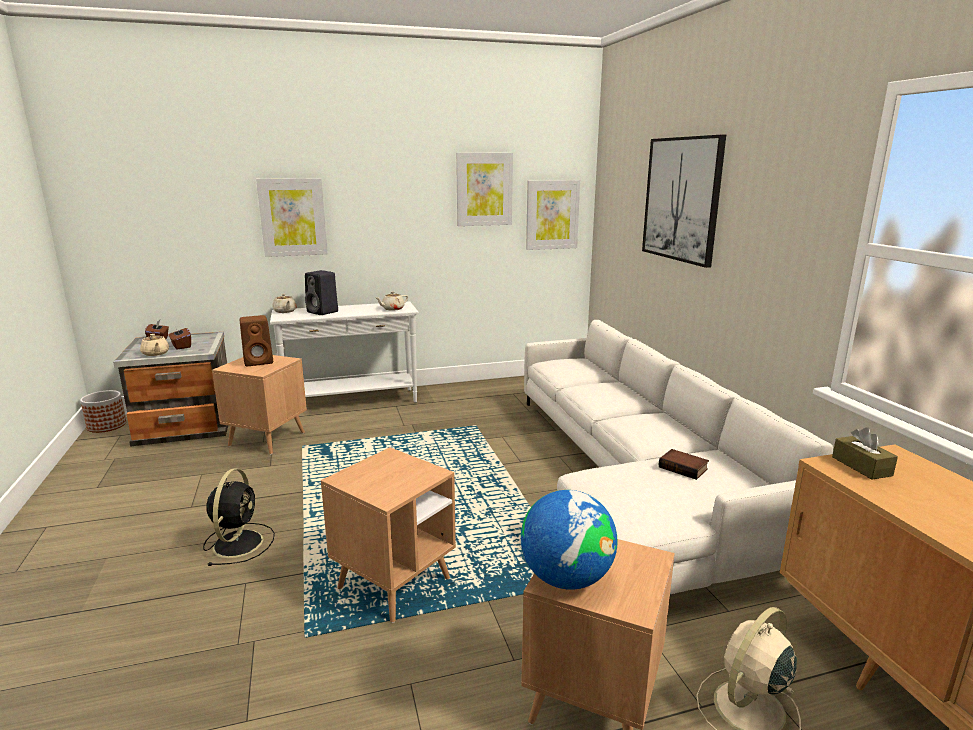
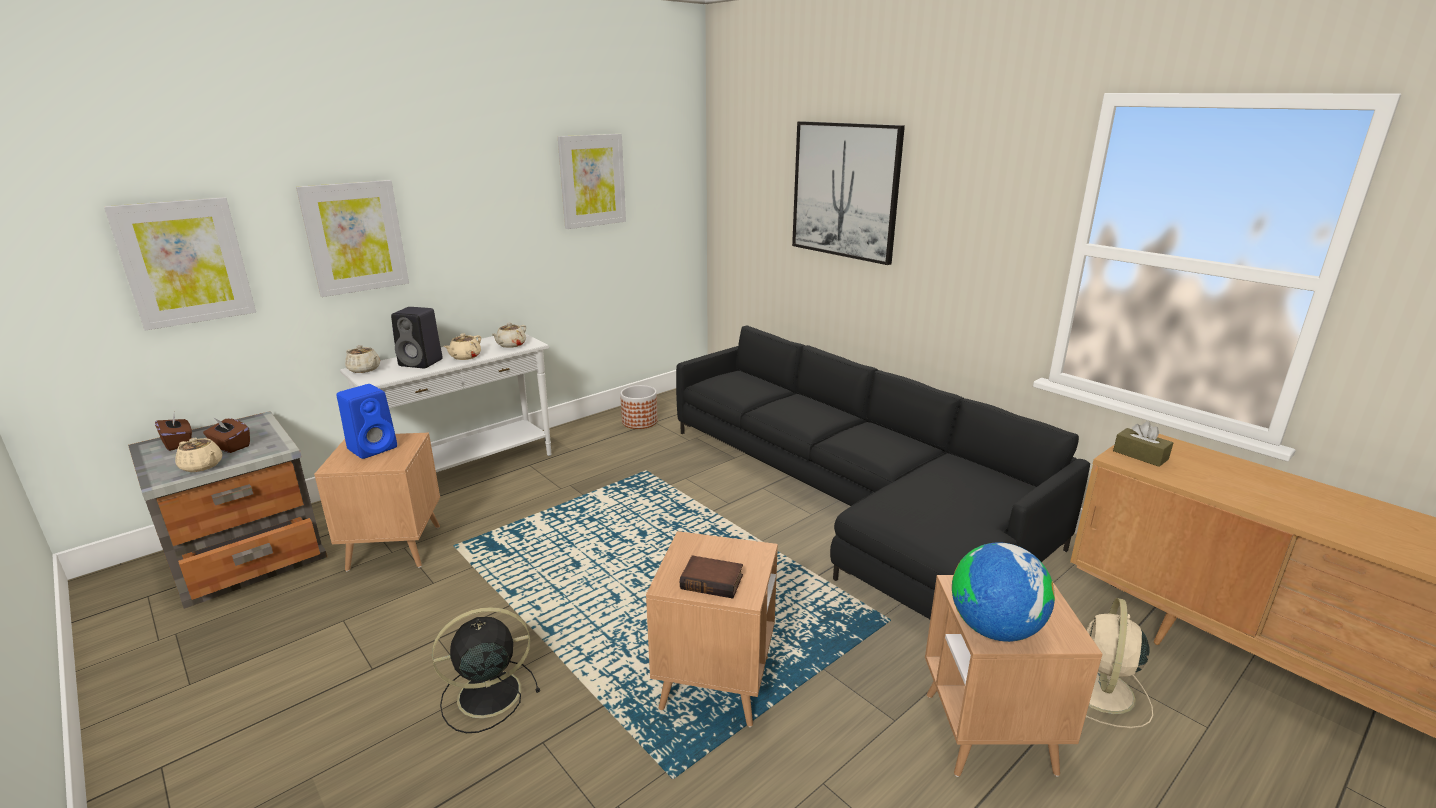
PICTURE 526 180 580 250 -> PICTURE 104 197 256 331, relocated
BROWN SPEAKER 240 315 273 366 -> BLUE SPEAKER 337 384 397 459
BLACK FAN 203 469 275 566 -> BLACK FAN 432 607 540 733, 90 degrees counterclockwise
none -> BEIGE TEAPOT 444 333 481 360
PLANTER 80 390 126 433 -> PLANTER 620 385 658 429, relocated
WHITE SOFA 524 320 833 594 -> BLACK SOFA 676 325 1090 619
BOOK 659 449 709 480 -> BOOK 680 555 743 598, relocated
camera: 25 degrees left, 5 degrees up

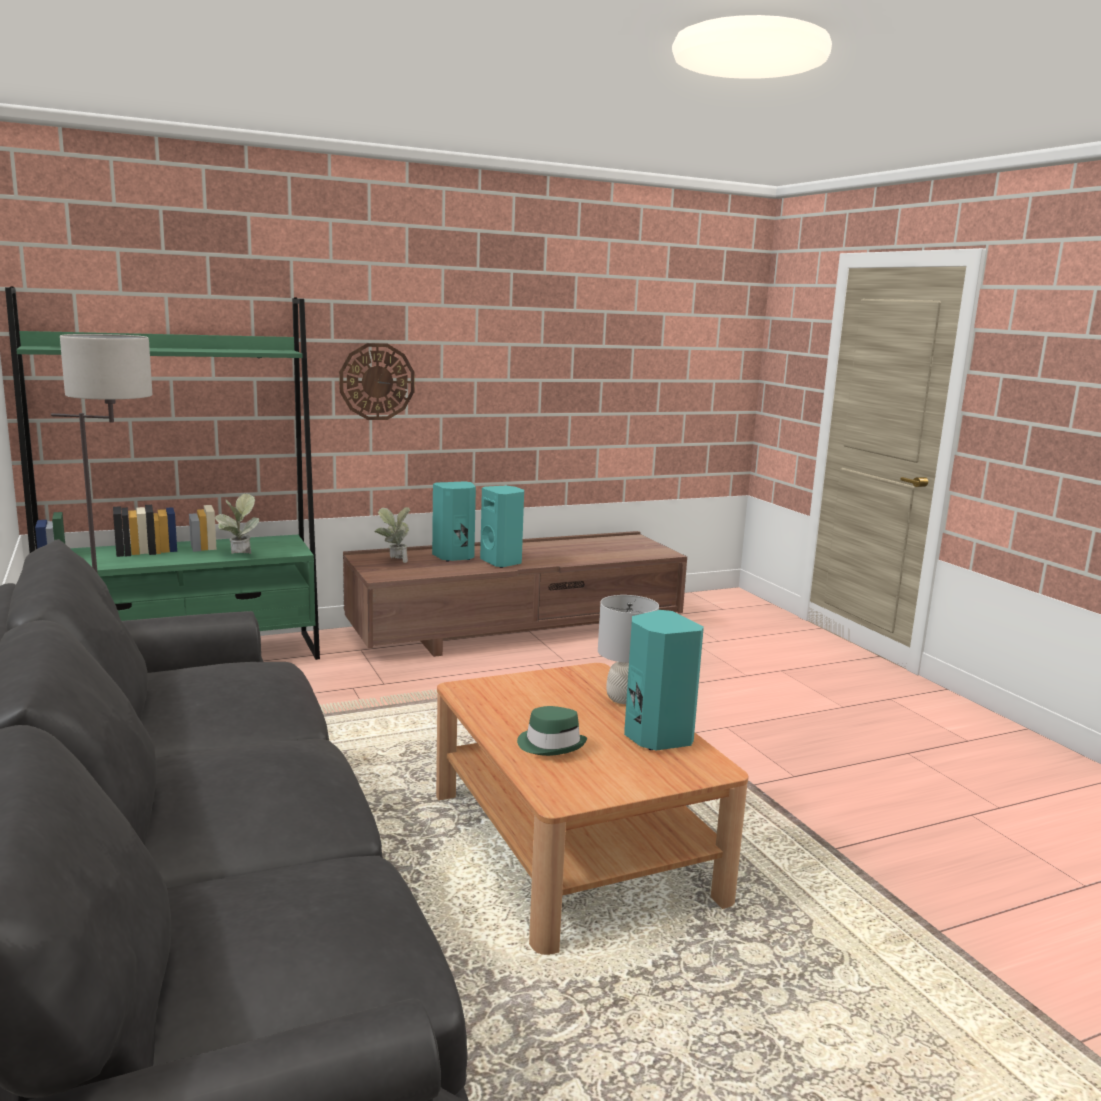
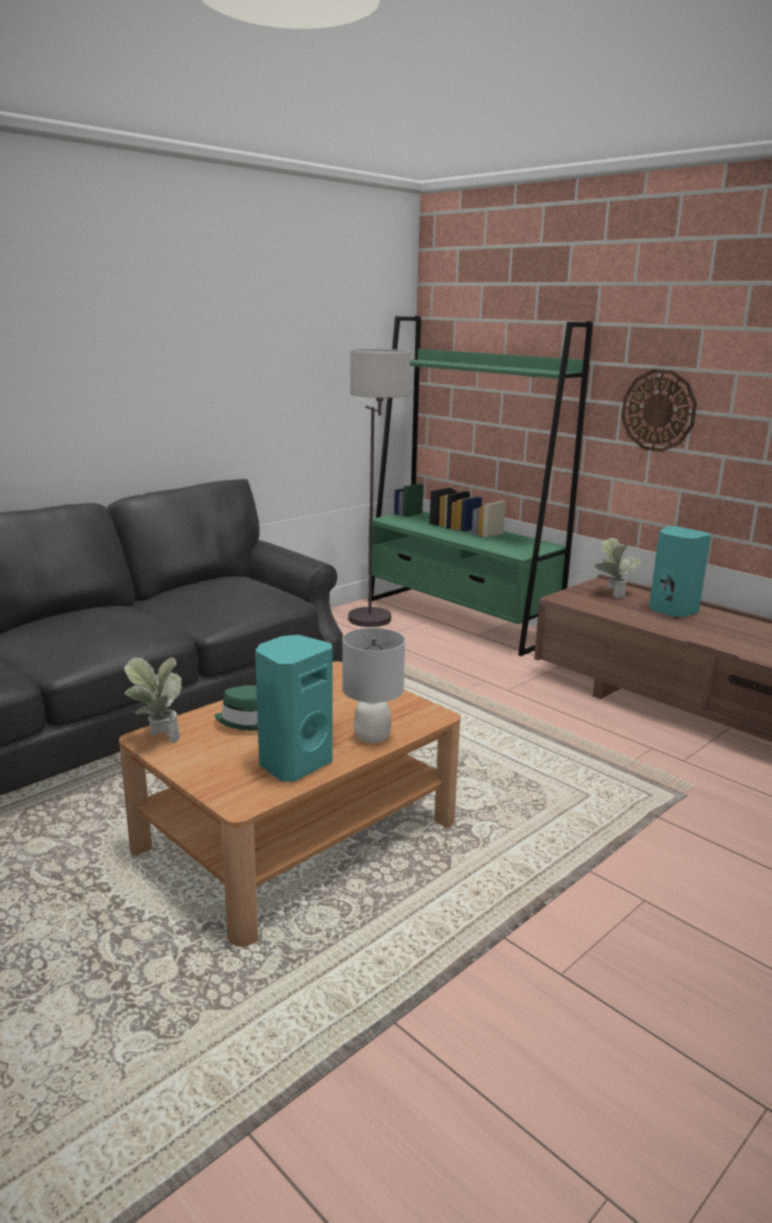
POTTED PLANT 215 494 259 554 -> POTTED PLANT 124 657 182 743, relocated
TURQUOISE SPEAKER 480 486 524 568 -> none
camera: 70 degrees right, 5 degrees up

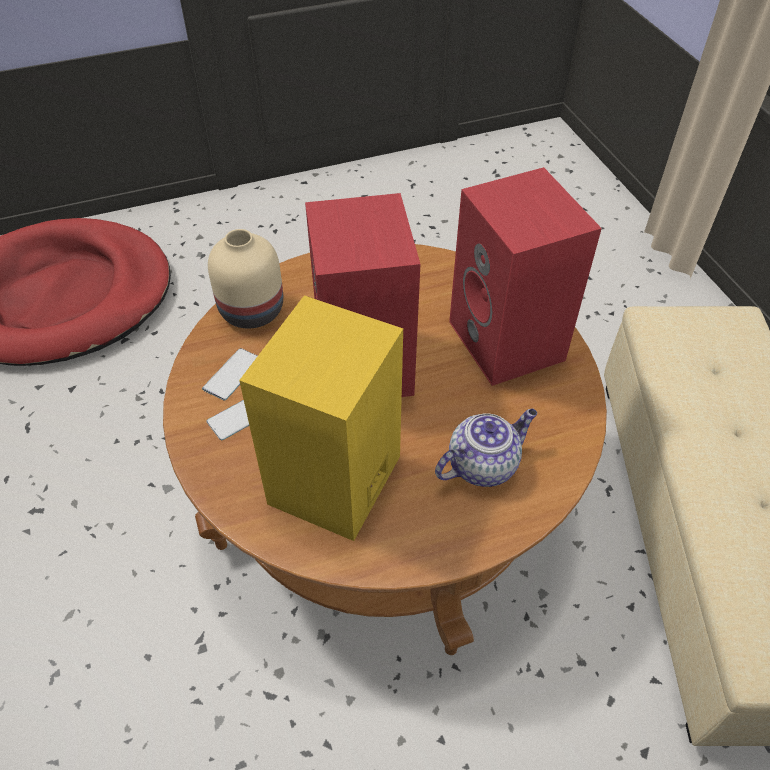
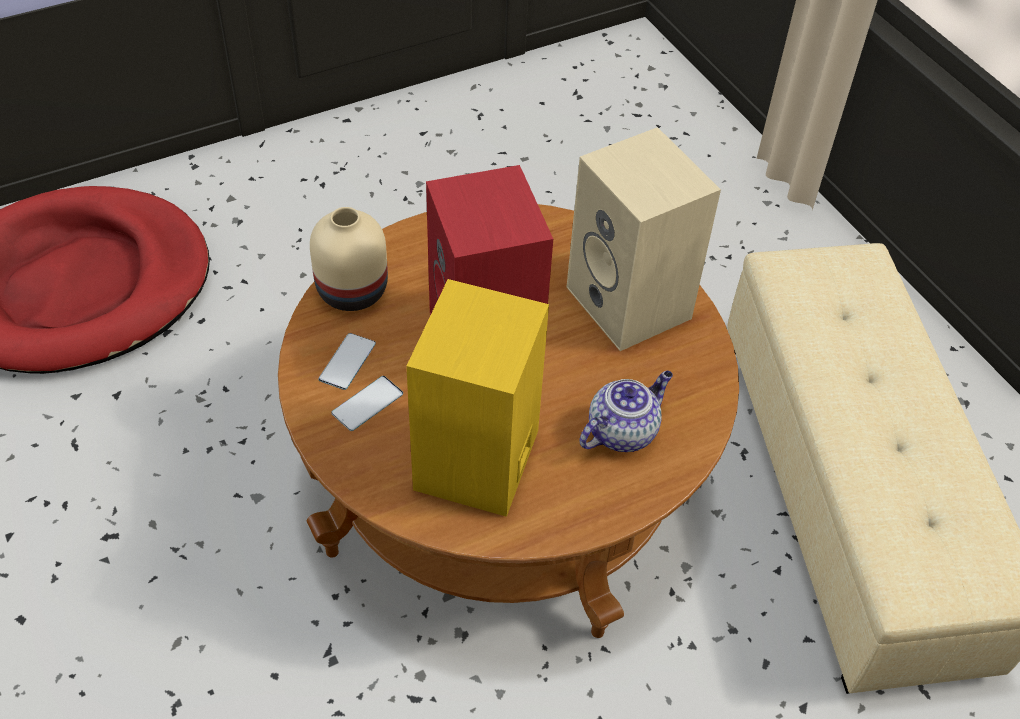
RED SPEAKER 449 167 602 386 -> BEIGE SPEAKER 567 127 721 351
camera: 10 degrees left, 0 degrees up

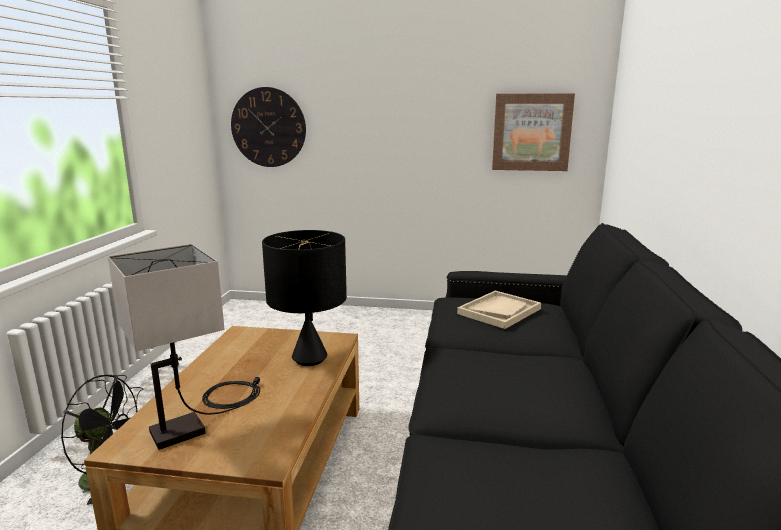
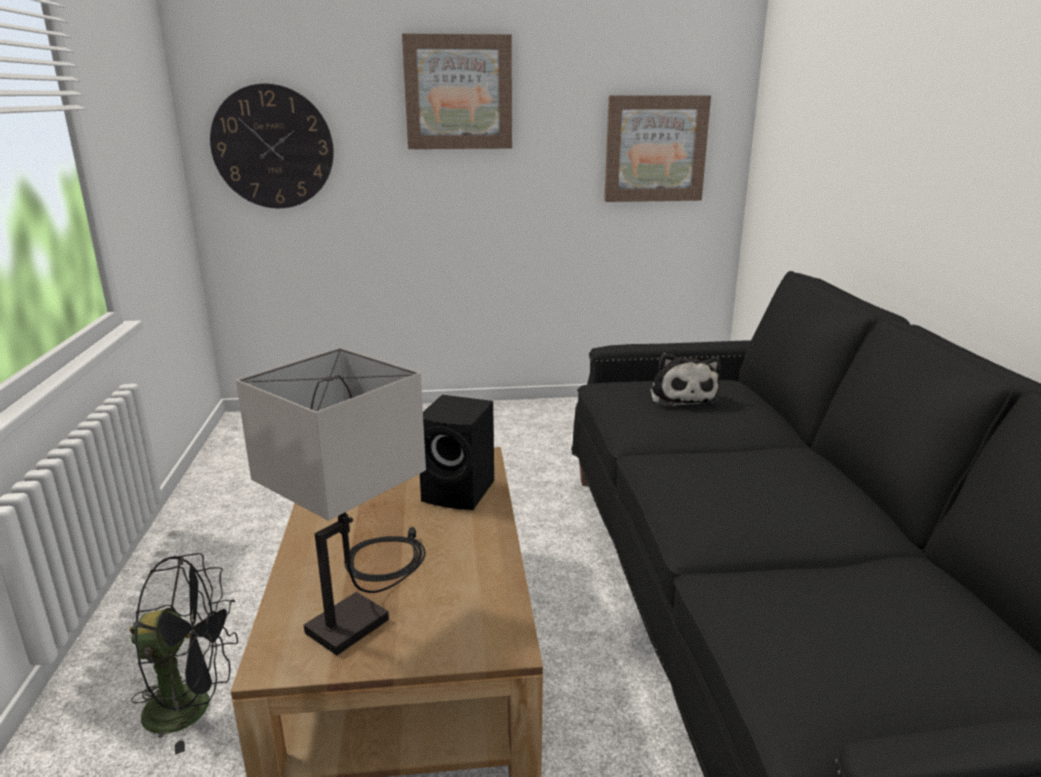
none -> PICTURE 402 34 512 149
BLACK TABLE LAMP 262 230 347 366 -> BLACK SPEAKER 420 395 494 510
BEIGE TRAY 457 291 541 329 -> PLUSH TOY 649 353 721 407
camera: 15 degrees left, 5 degrees up

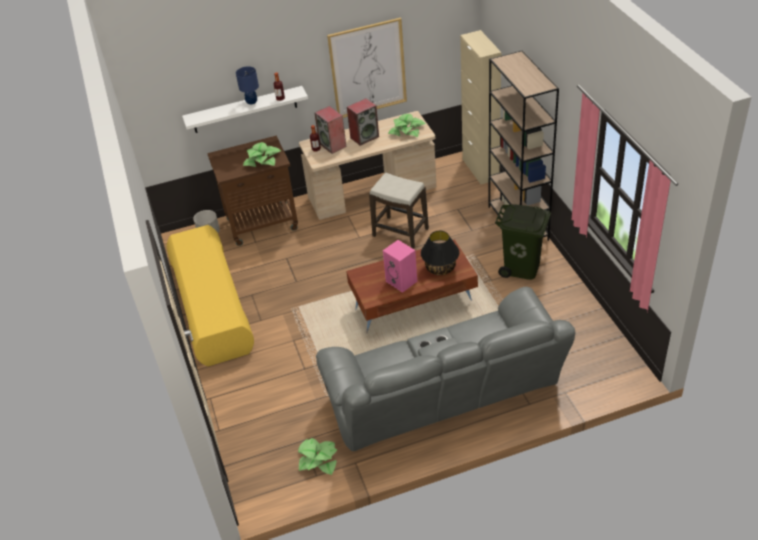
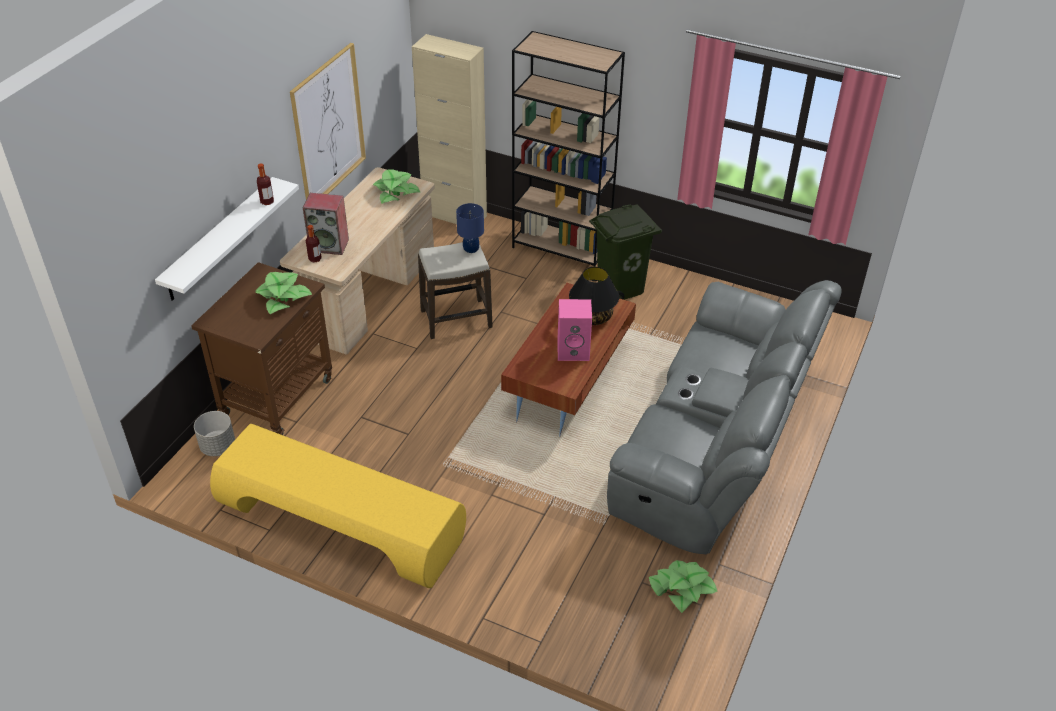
BLUE TABLE LAMP 236 67 259 104 -> BLUE TABLE LAMP 456 203 484 253, relocated
SPEAKER 347 98 379 146 -> none
camera: 50 degrees left, 0 degrees up

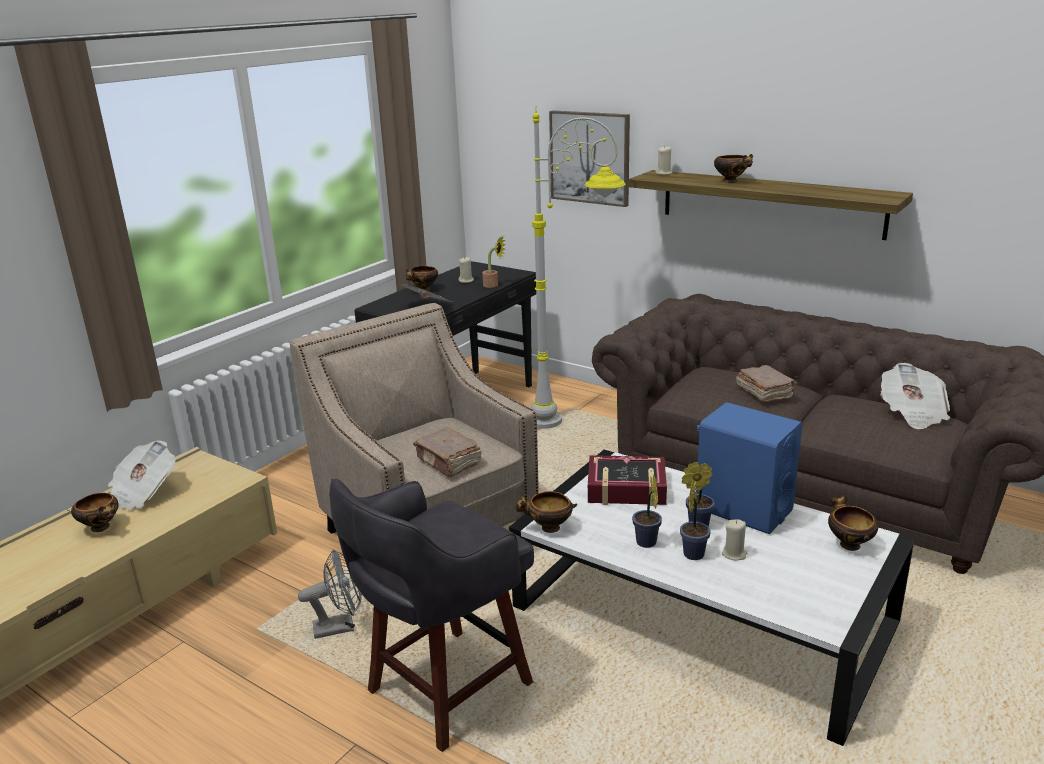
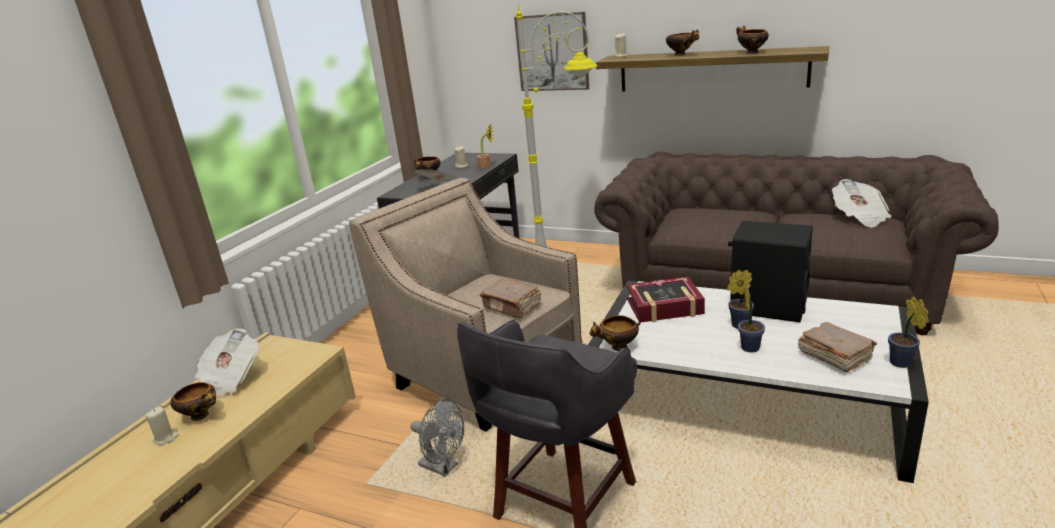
BEIGE CANDLE 722 519 747 561 -> BEIGE CANDLE 145 407 178 445, relocated
GREY FAN 298 550 362 639 -> GREY FAN 411 399 464 476, 60 degrees clockwise
BLUE SPEAKER 696 402 802 534 -> BLACK SPEAKER 728 221 813 322
BOWL 828 495 878 551 -> BOWL 736 26 769 54, relocated
BROWN BOOK 736 365 797 402 -> BROWN BOOK 798 322 877 372, relocated
POTTED PLANT 632 474 662 548 -> POTTED PLANT 888 297 929 368, relocated
camera: 10 degrees left, 0 degrees up

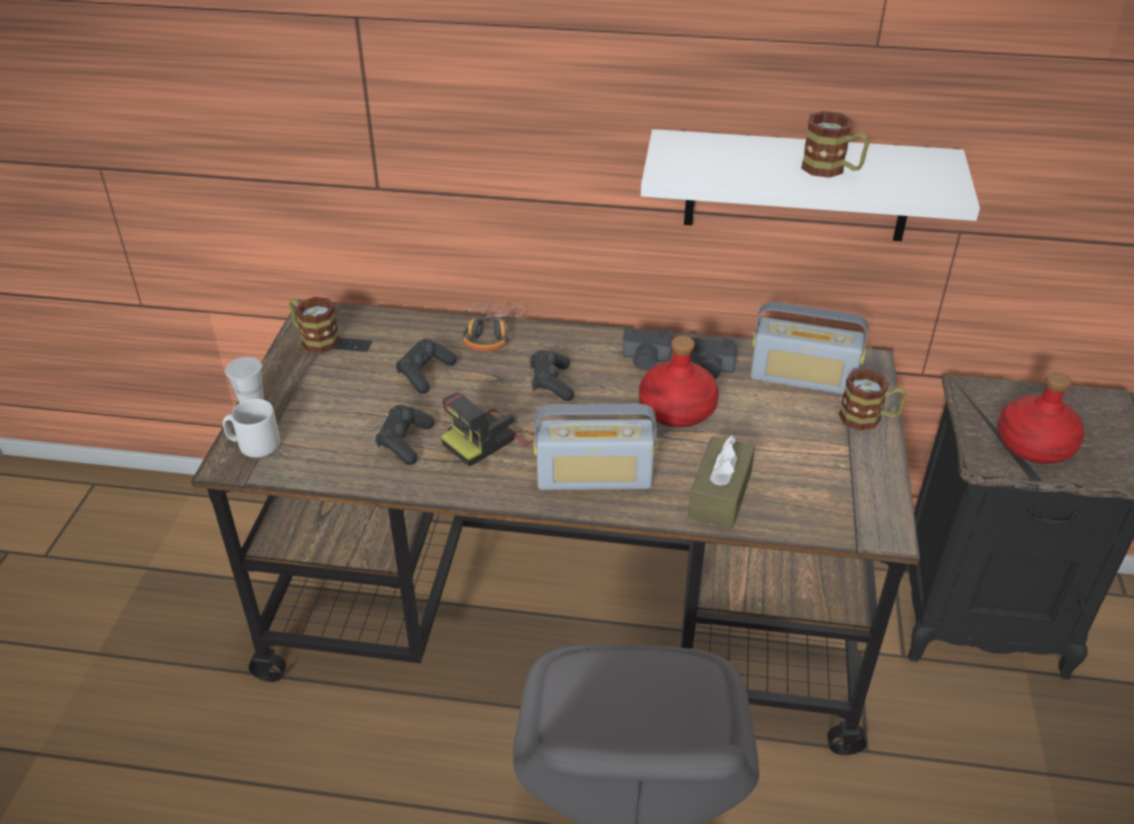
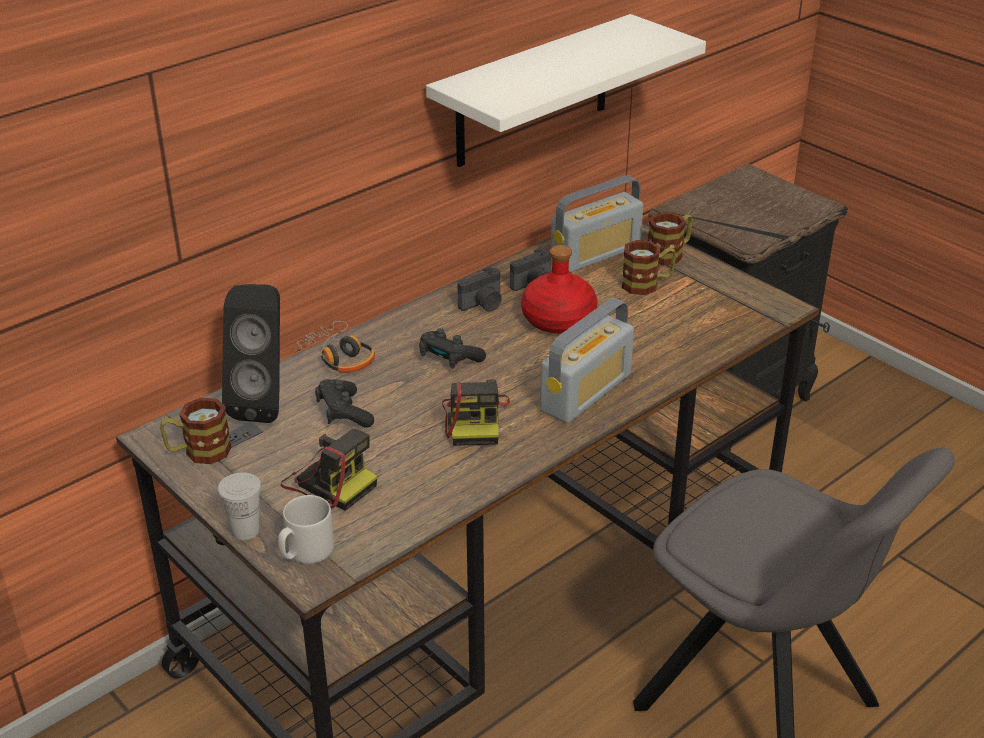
none -> BLACK SPEAKER 222 284 280 423
none -> PHOTO CAMERA 281 429 377 511
MUG 801 111 869 178 -> MUG 622 240 676 295, relocated
BLACK GAME CONTROLLER 375 405 434 465 -> none
BROWN TISSUE BOX 688 435 755 528 -> none
RED BOTTLE 997 372 1084 464 -> none
camera: 50 degrees left, 5 degrees down

